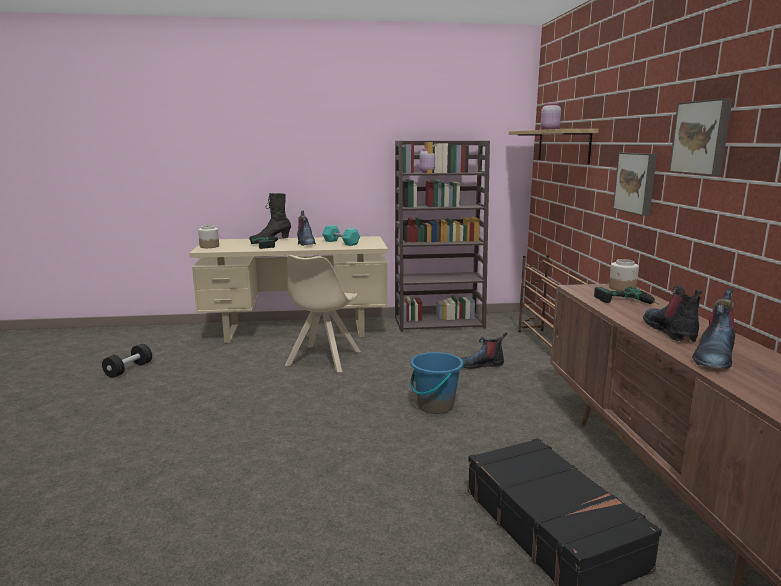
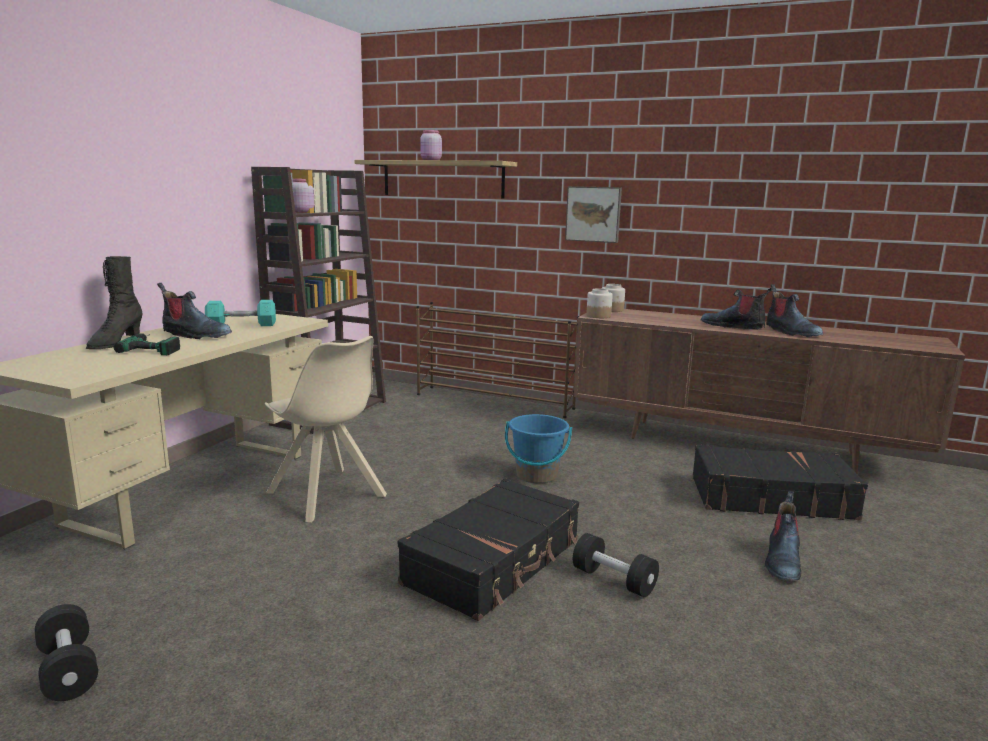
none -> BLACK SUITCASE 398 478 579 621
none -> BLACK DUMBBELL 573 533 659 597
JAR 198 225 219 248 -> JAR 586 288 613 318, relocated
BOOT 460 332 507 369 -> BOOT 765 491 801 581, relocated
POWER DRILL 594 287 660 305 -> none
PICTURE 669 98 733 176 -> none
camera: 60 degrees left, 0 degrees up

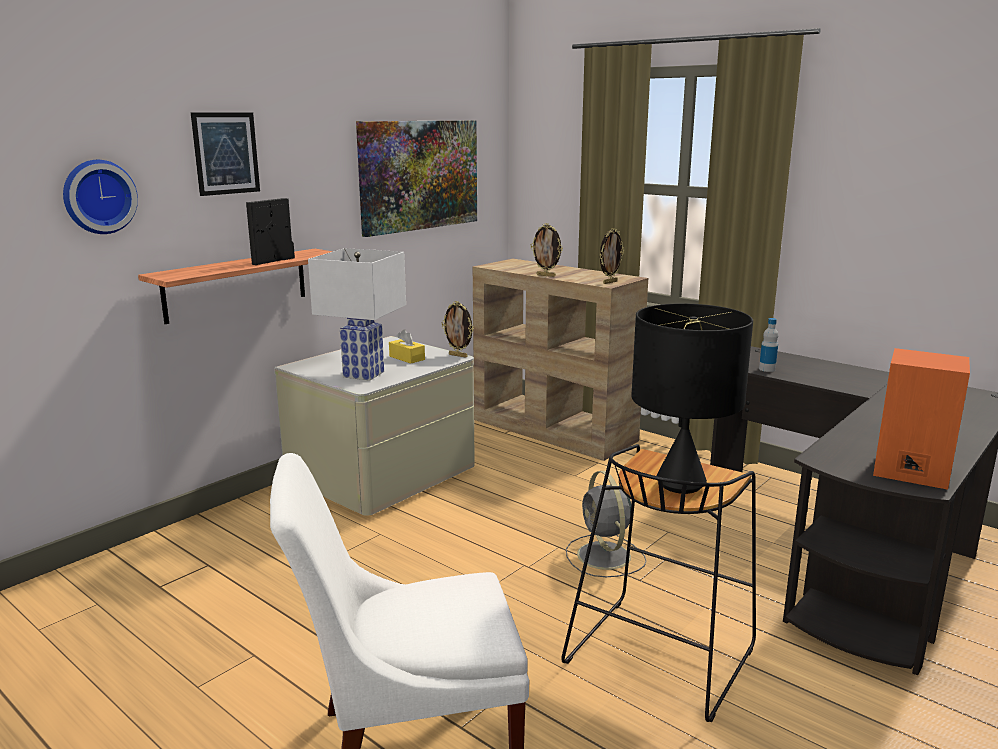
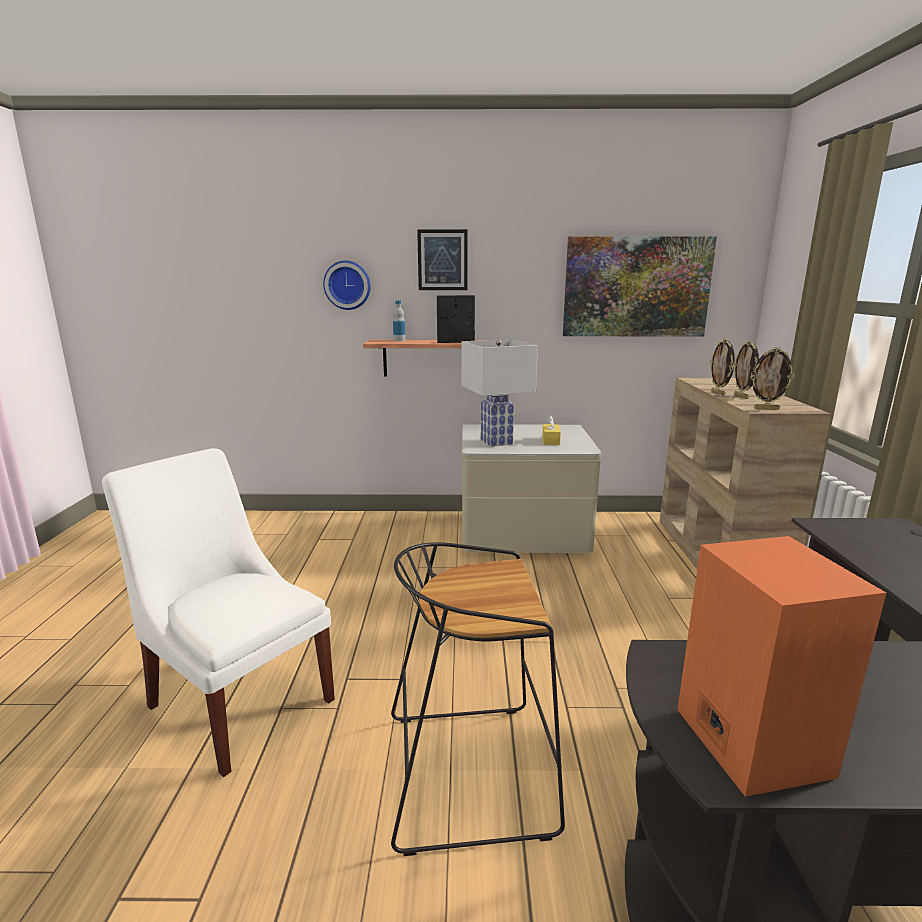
BOTTLE 759 318 778 372 -> BOTTLE 393 300 405 341, relocated
PICTURE FRAME 442 301 473 358 -> PICTURE FRAME 734 340 759 399, relocated
GREY FAN 566 471 646 577 -> none
BLACK TABLE LAMP 631 303 753 494 -> none
camera: 50 degrees right, 0 degrees up

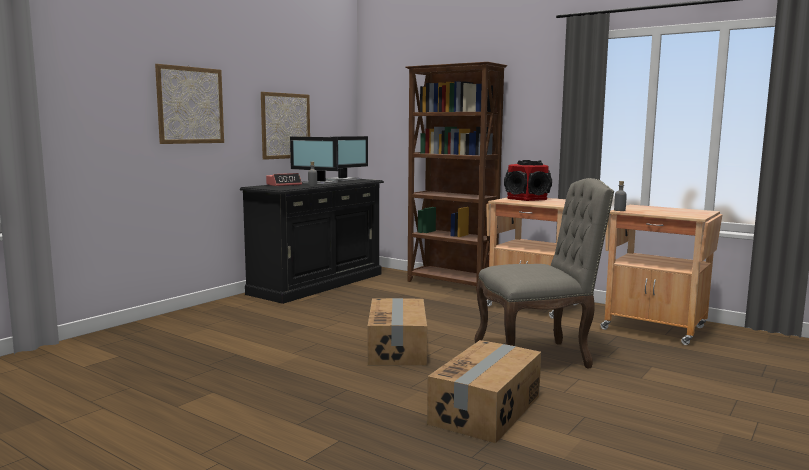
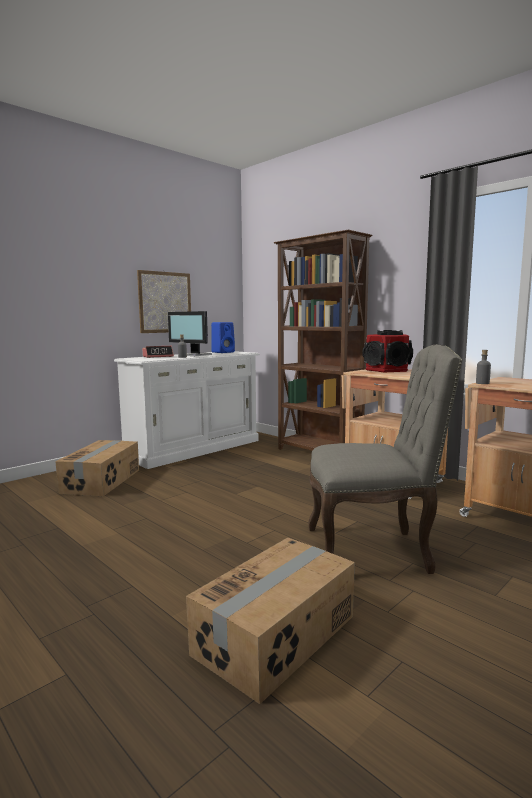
CARDBOARD BOX 368 298 427 366 -> CARDBOARD BOX 55 440 139 496, relocated
BLACK CABINET 240 179 384 304 -> WHITE CABINET 114 351 260 469
MONITOR 326 136 368 181 -> BLUE SPEAKER 211 322 235 353
PICTURE 155 64 224 144 -> none
camera: 10 degrees right, 0 degrees up

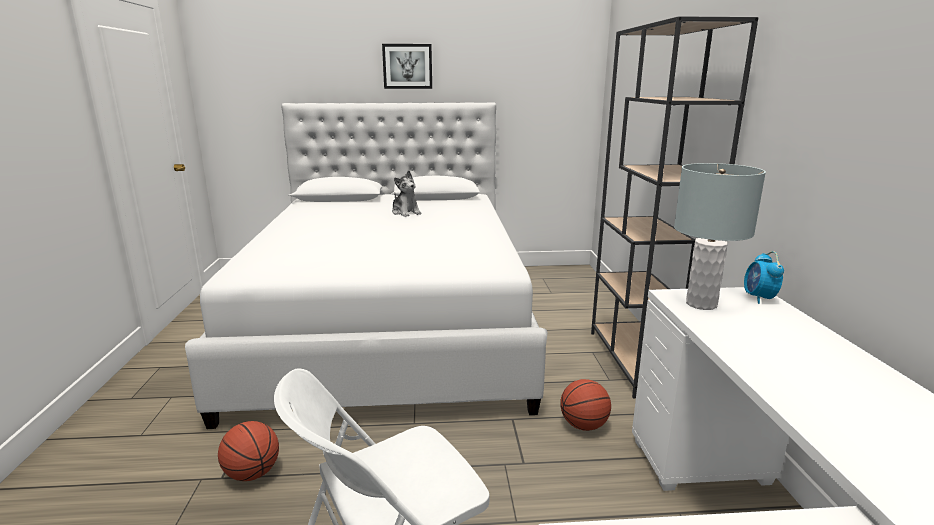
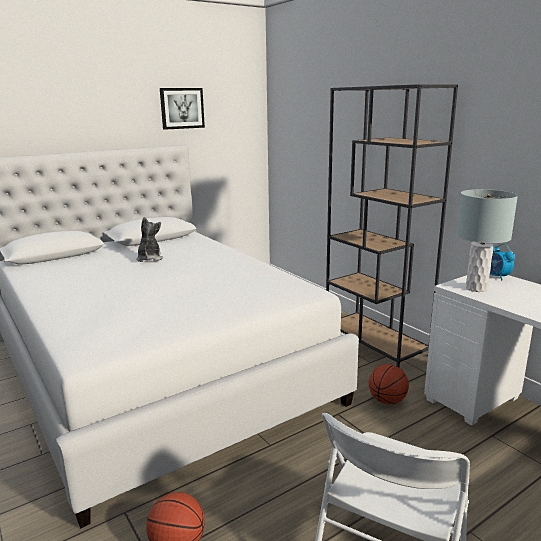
PLUSH TOY 392 170 422 217 -> PLUSH TOY 136 217 163 262, 120 degrees counterclockwise
PICTURE 382 44 432 89 -> PICTURE 160 88 205 130, relocated
camera: 30 degrees left, 0 degrees up

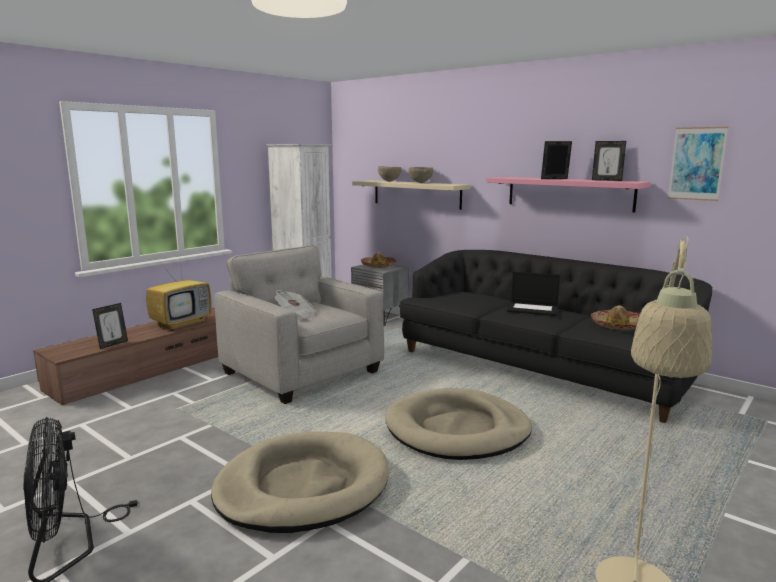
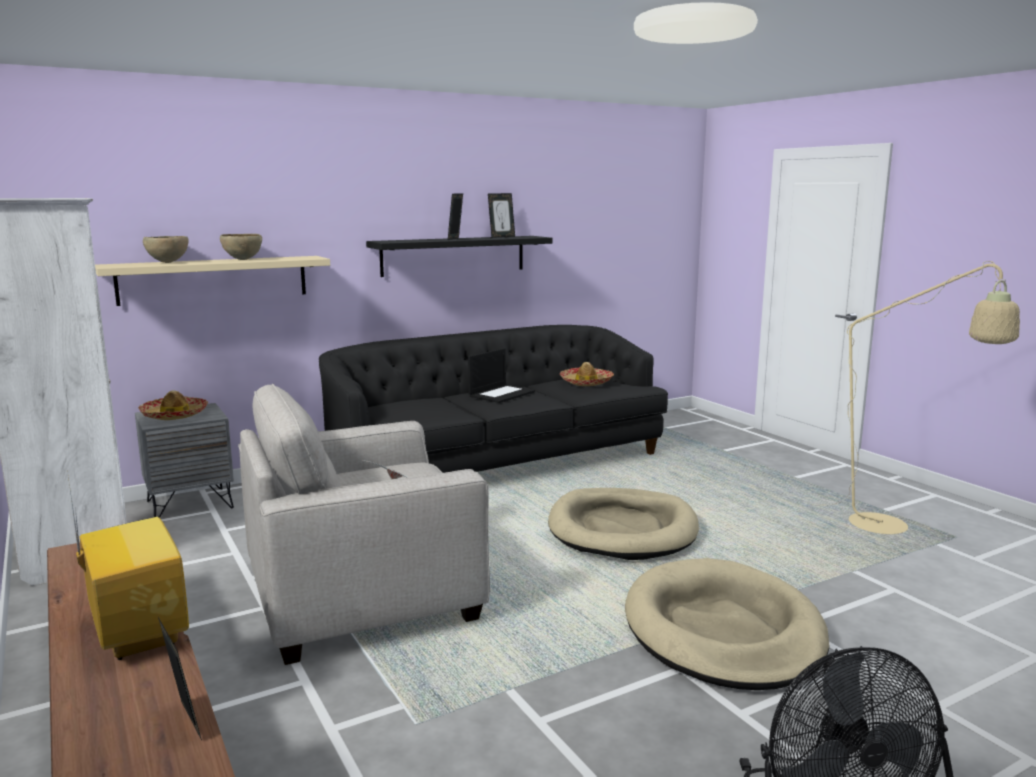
PINK SHELF 486 177 651 213 -> BLACK SHELF 366 236 553 277
PICTURE 668 127 728 201 -> none
camera: 70 degrees left, 0 degrees up

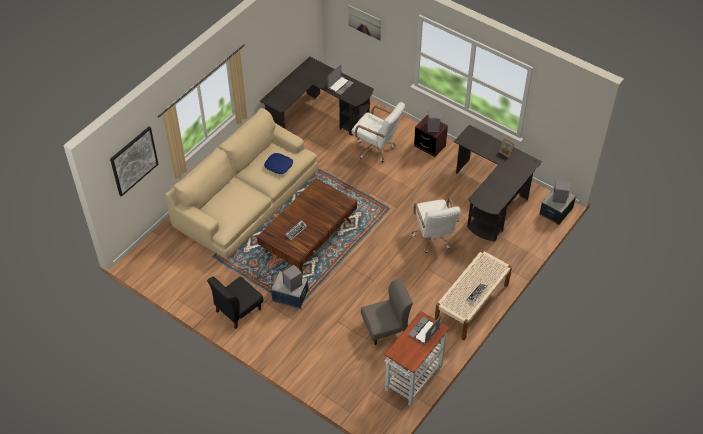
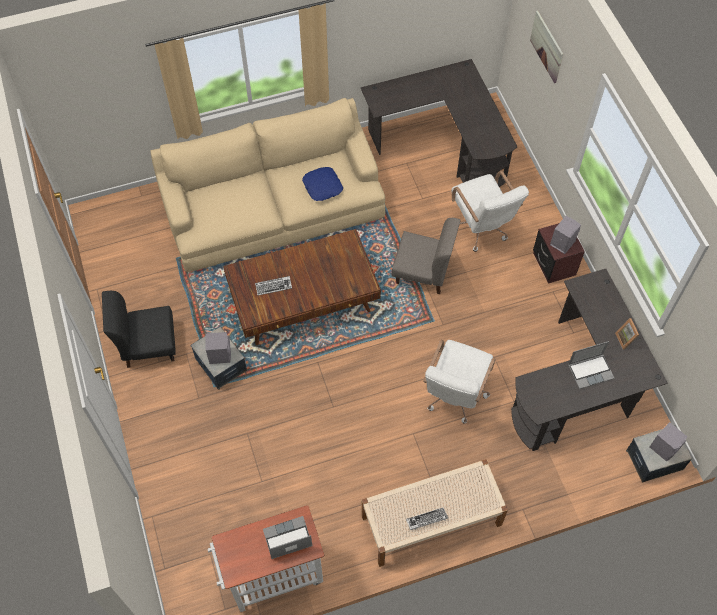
GREY CHAIR 361 278 413 345 -> GREY CHAIR 391 218 461 294, relocated
LAPTOP 328 65 354 95 -> LAPTOP 568 341 615 389, relocated
PICTURE 110 127 159 197 -> none
camera: 35 degrees right, 10 degrees up

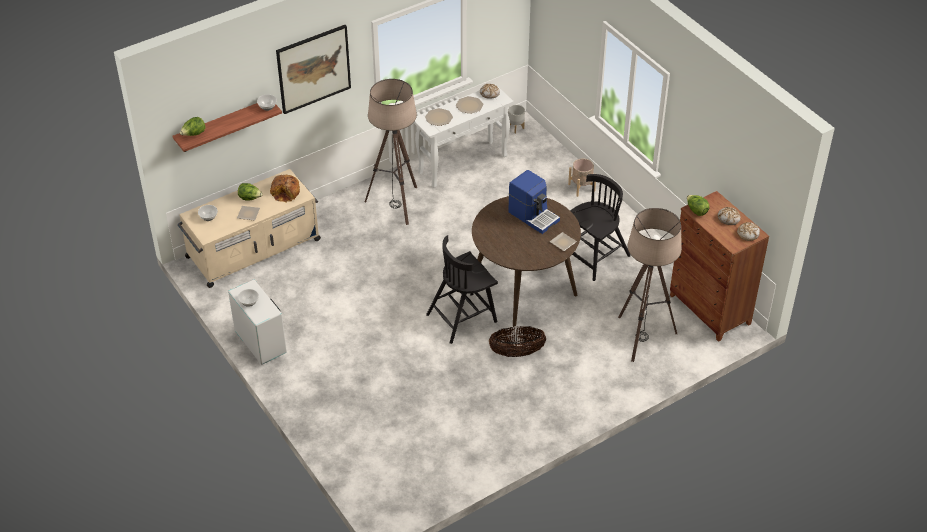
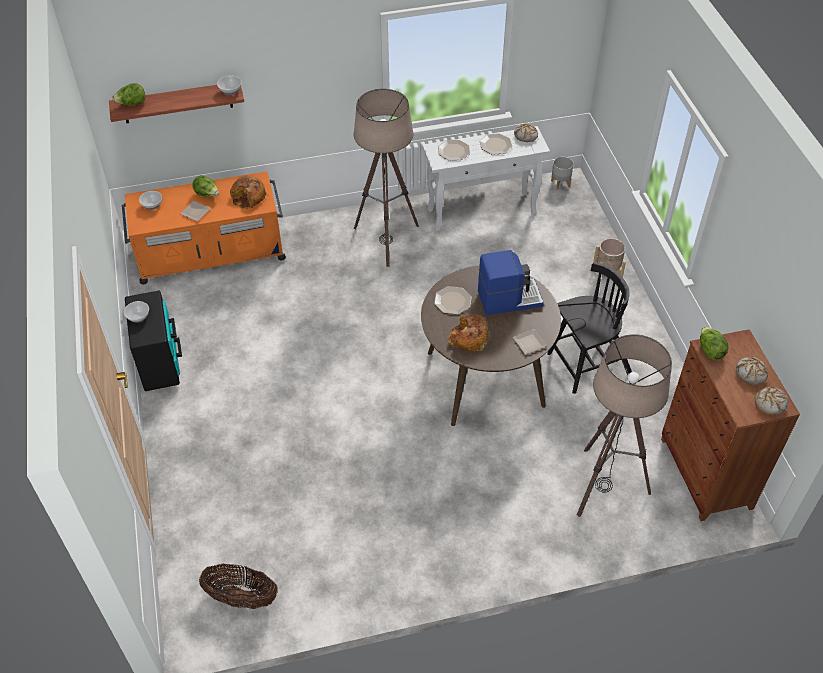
BEIGE CABINET 178 169 321 288 -> ORANGE CABINET 122 171 286 284
WHITE NIGHTSTAND 228 279 287 365 -> BLACK NIGHTSTAND 125 291 182 391
BASKET 489 326 546 357 -> BASKET 199 563 278 609, relocated
none -> PLATE 434 286 472 314
none -> BREAD 448 314 489 351
COFFEE MACHINE 508 170 560 234 -> COFFEE MACHINE 478 250 544 315, 75 degrees counterclockwise
PICTURE 276 25 351 114 -> none
BLACK CHAIR 426 235 498 344 -> none
camera: 20 degrees right, 5 degrees up

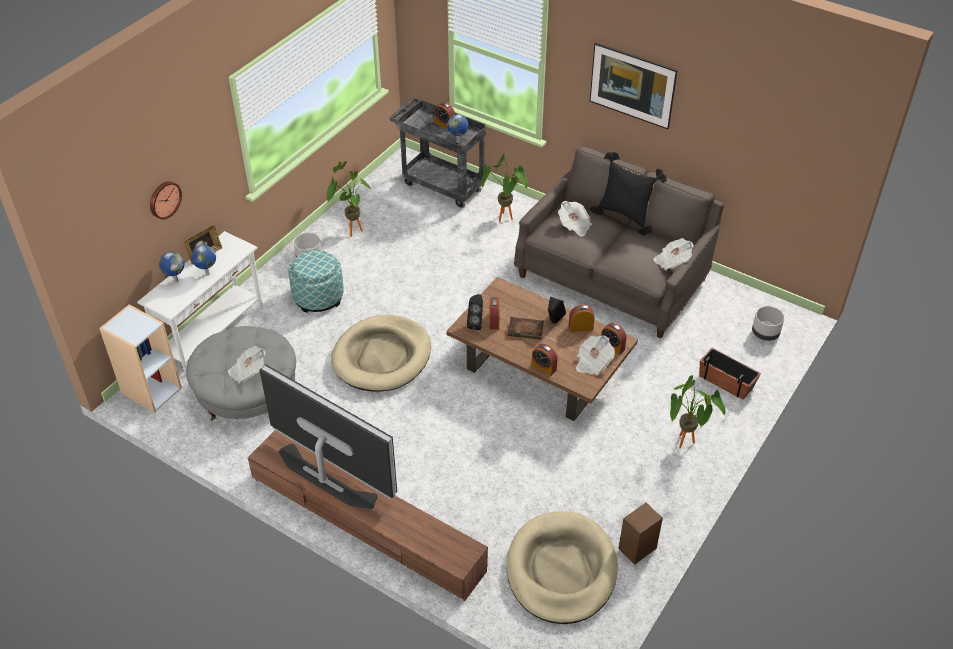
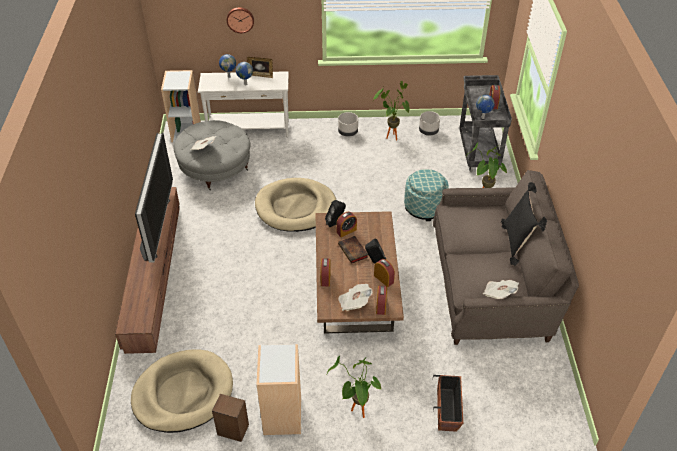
none -> BOOKCASE 257 344 301 435
OTTOMAN 288 250 344 313 -> OTTOMAN 404 169 449 221, relocated
GREY PLANTER 752 306 784 341 -> GREY PLANTER 419 111 440 135, relocated
NEWSPAPER 558 201 592 237 -> none
PICTURE 590 43 678 129 -> none
camera: 55 degrees right, 0 degrees up

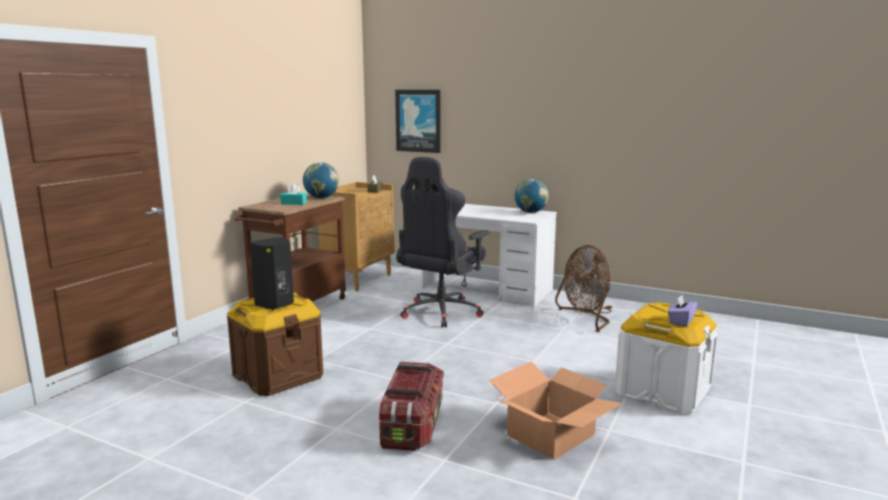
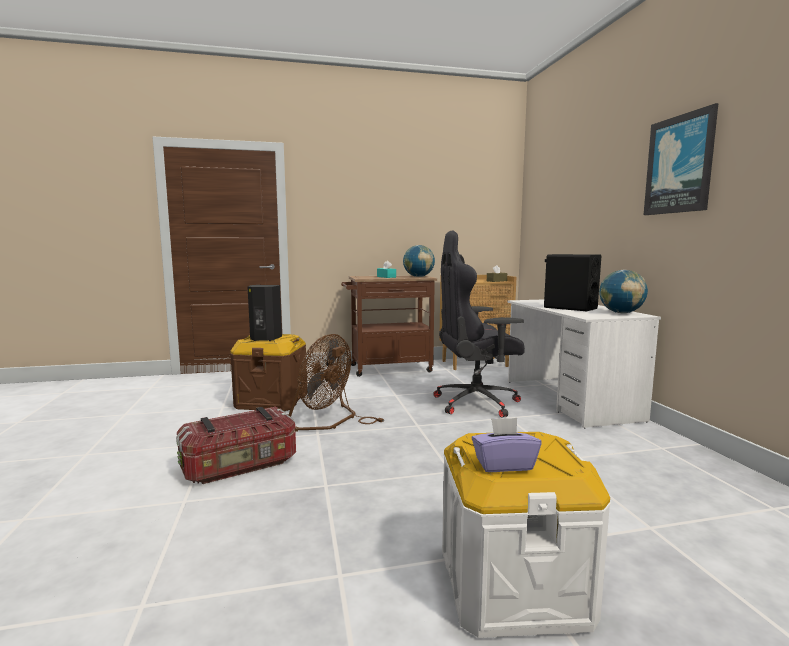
BROWN FAN 555 245 612 332 -> BROWN FAN 289 334 384 432, relocated
none -> BLACK SPEAKER 544 254 601 311
PICTURE 395 90 441 153 -> PICTURE 644 103 718 215, relocated
CARDBOARD BOX 489 362 622 460 -> none
camera: 50 degrees right, 5 degrees down

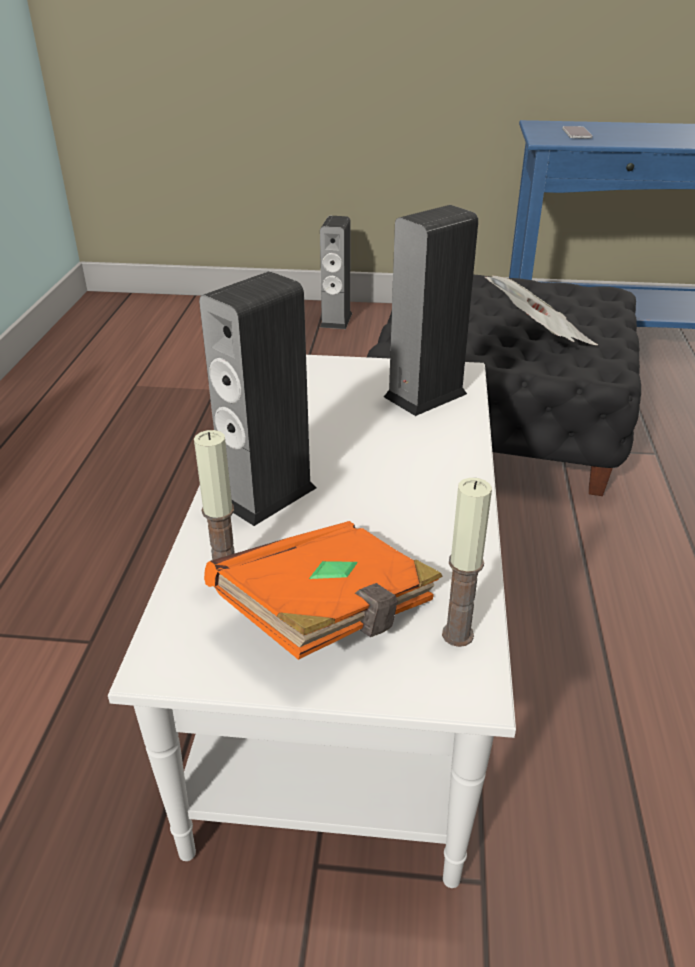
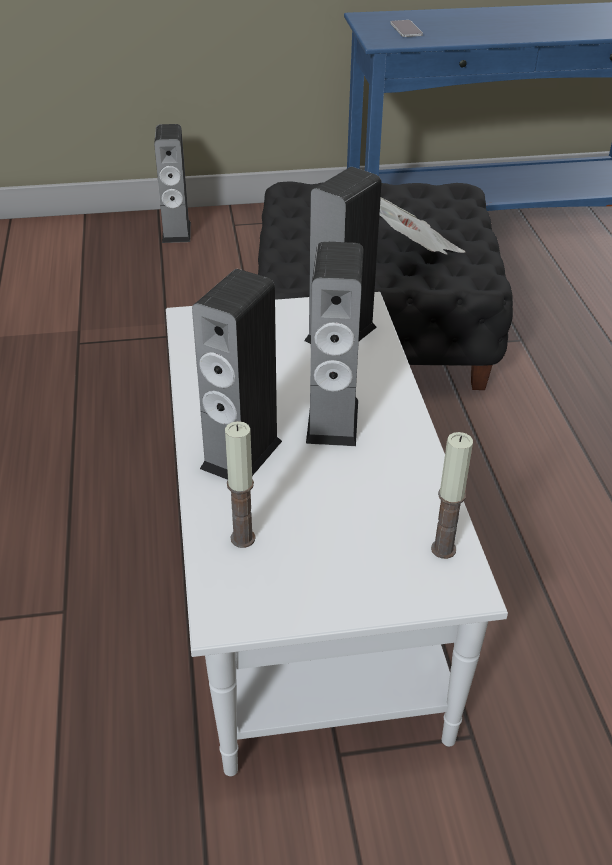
none -> SPEAKER 306 241 364 446
ORANGE BOOK 204 521 443 660 -> none
camera: 15 degrees left, 5 degrees up

